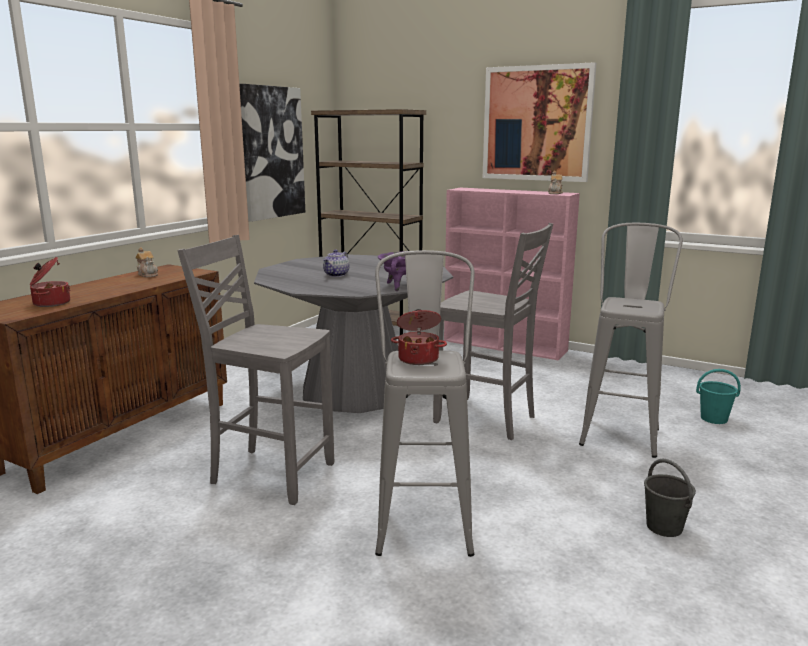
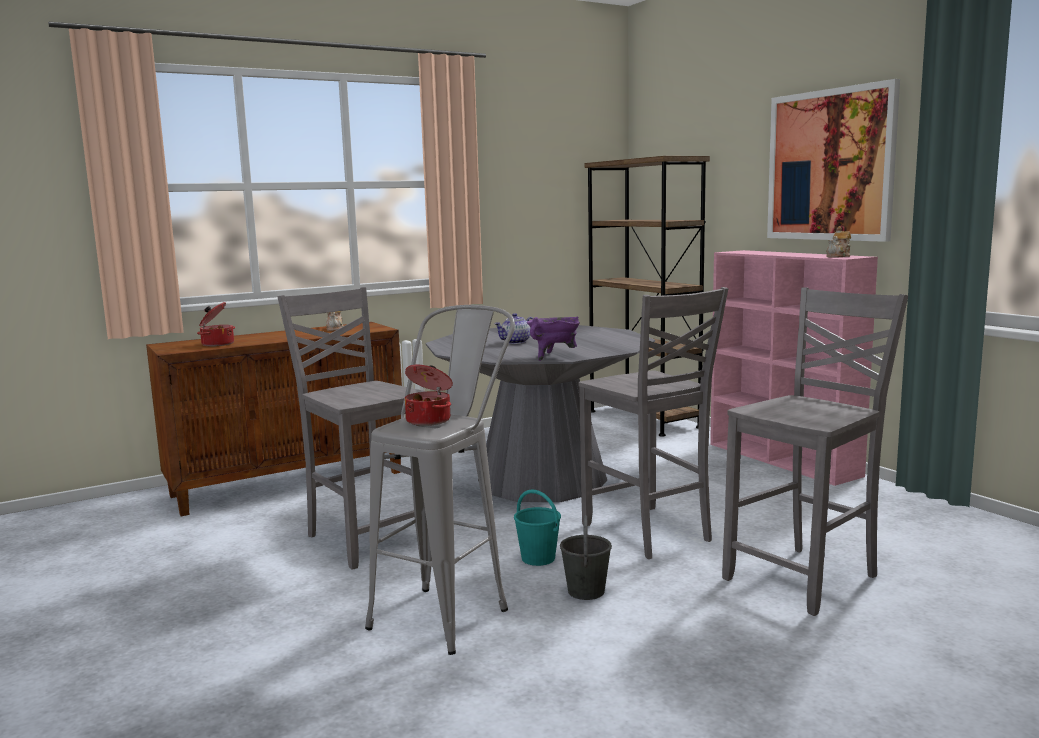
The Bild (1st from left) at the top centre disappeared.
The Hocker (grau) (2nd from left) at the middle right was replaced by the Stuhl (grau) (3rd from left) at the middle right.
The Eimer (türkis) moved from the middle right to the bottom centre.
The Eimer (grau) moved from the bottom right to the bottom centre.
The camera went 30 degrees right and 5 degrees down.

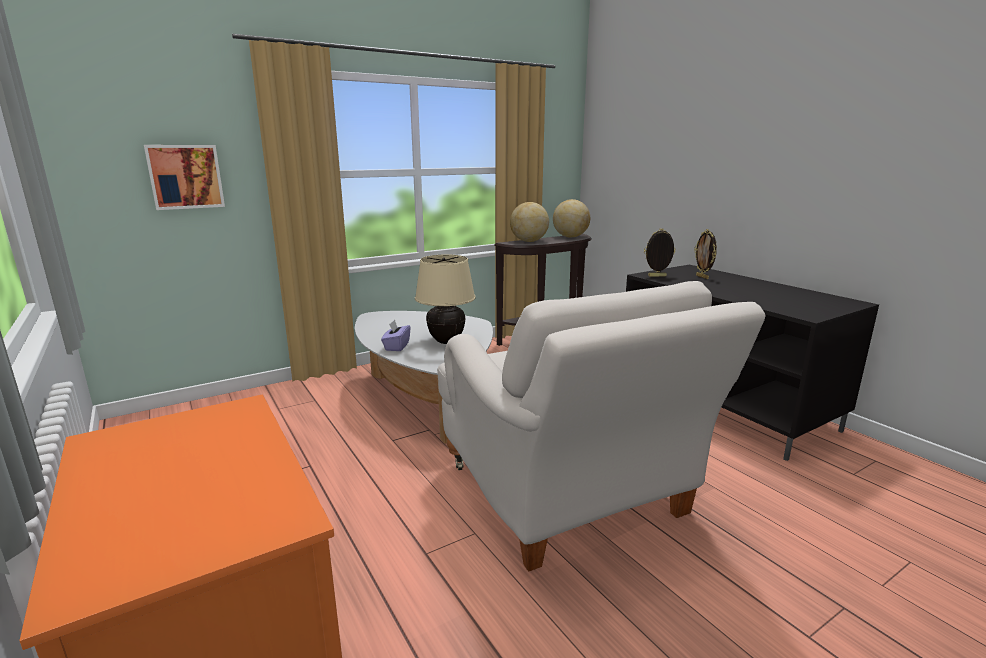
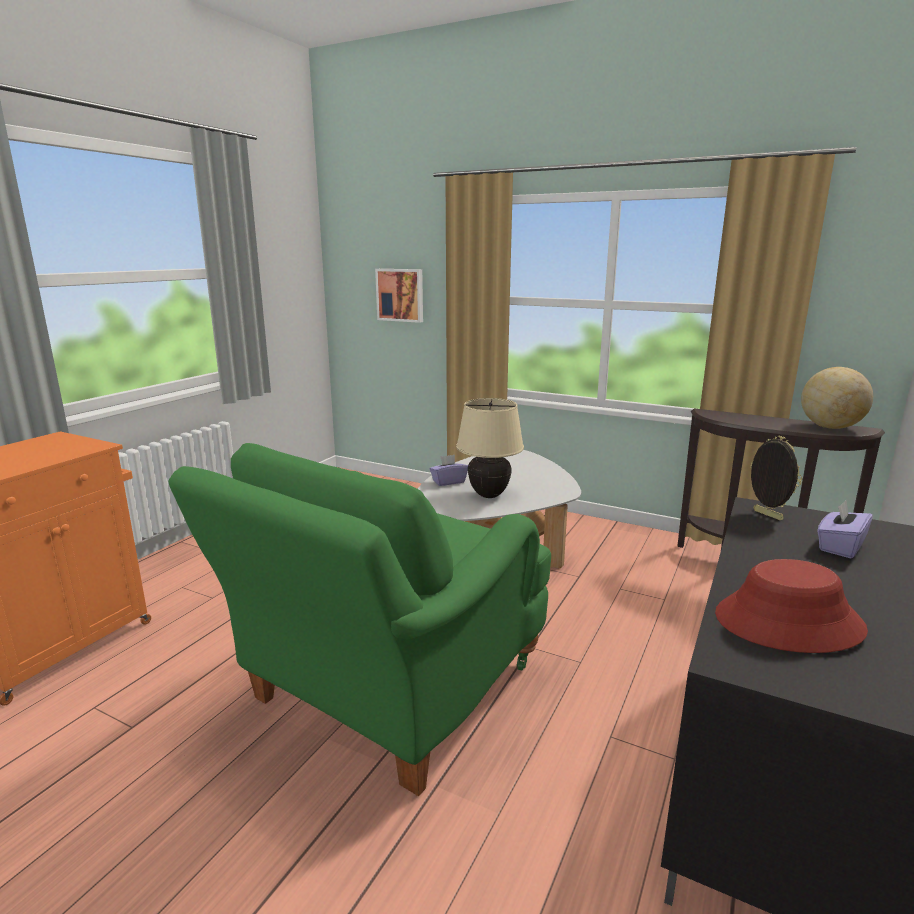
The Globus (1st from left) at the centre disappeared.
The Bilderrahmen (2nd from left) at the middle right was replaced by the Taschentuchbox (lila) (2nd from left) at the middle right.
The Sessel (weiß) at the centre became the Sessel (grün) at the bottom centre.
The Hut (rot) at the middle right appeared.
The camera went 60 degrees right and 0 degrees up.

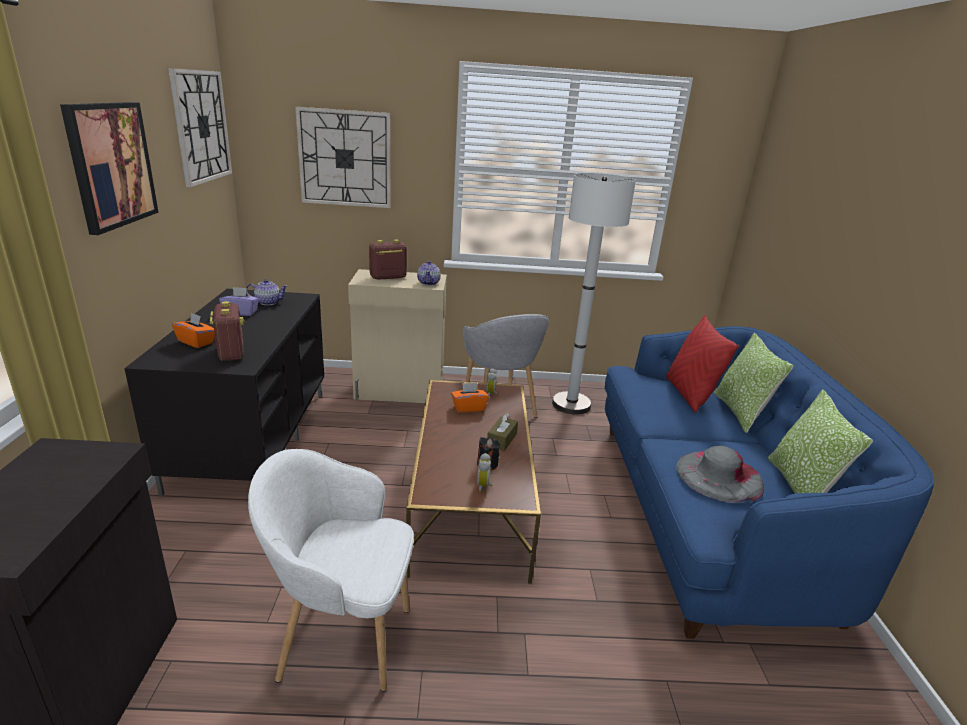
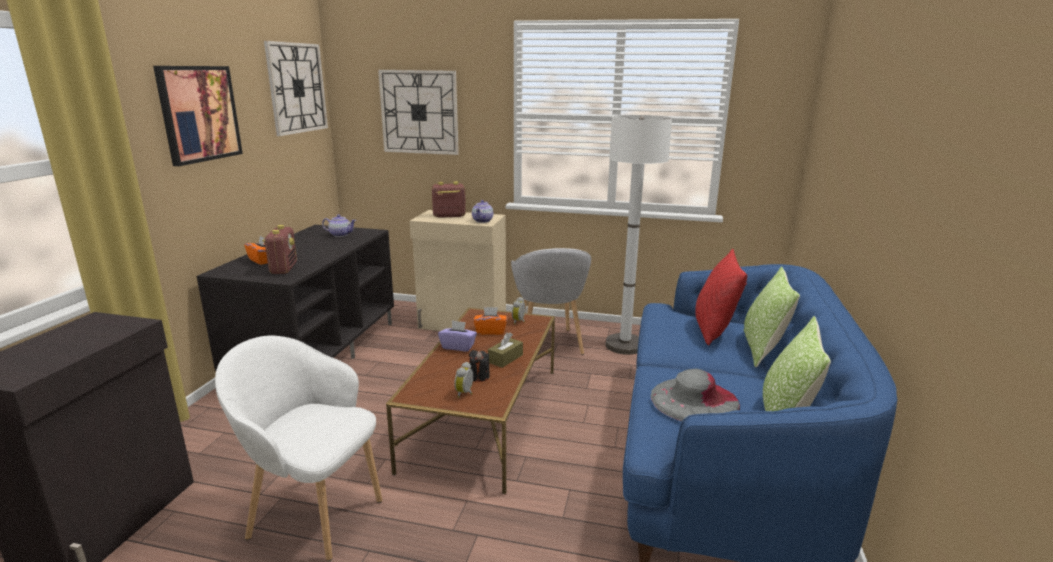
The Taschentuchbox (lila) moved from the middle left to the centre.
The camera went 15 degrees right and 5 degrees down.

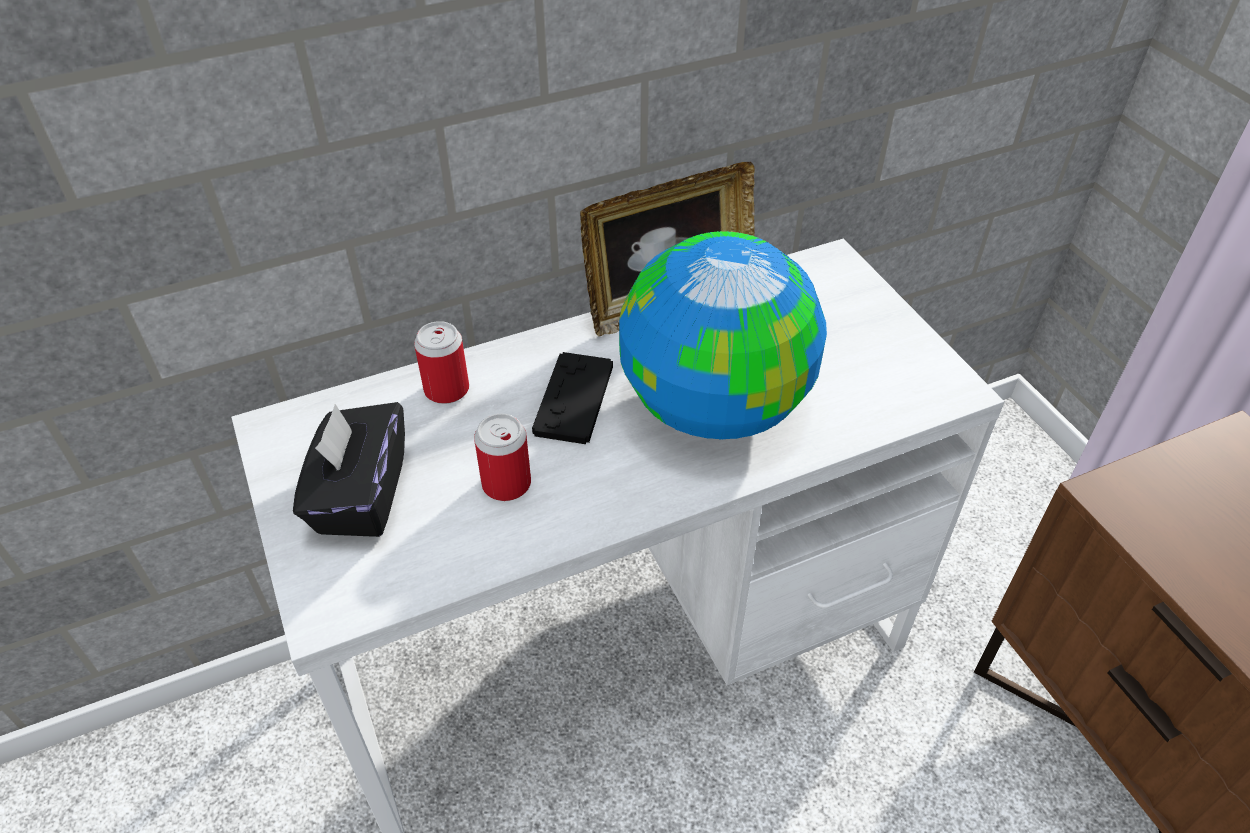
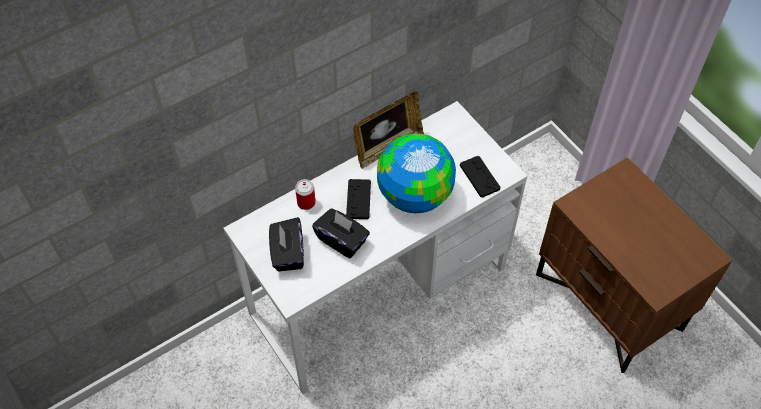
The Dose (2nd from left) at the centre was replaced by the Taschentuchbox (schwarz) (2nd from left) at the centre.
The Gamepad (schwarz) (2nd from left) at the centre appeared.
The camera went 10 degrees left and 10 degrees up.

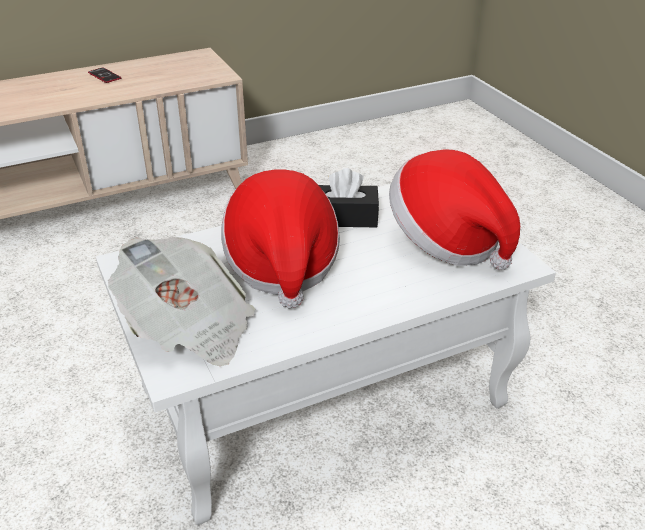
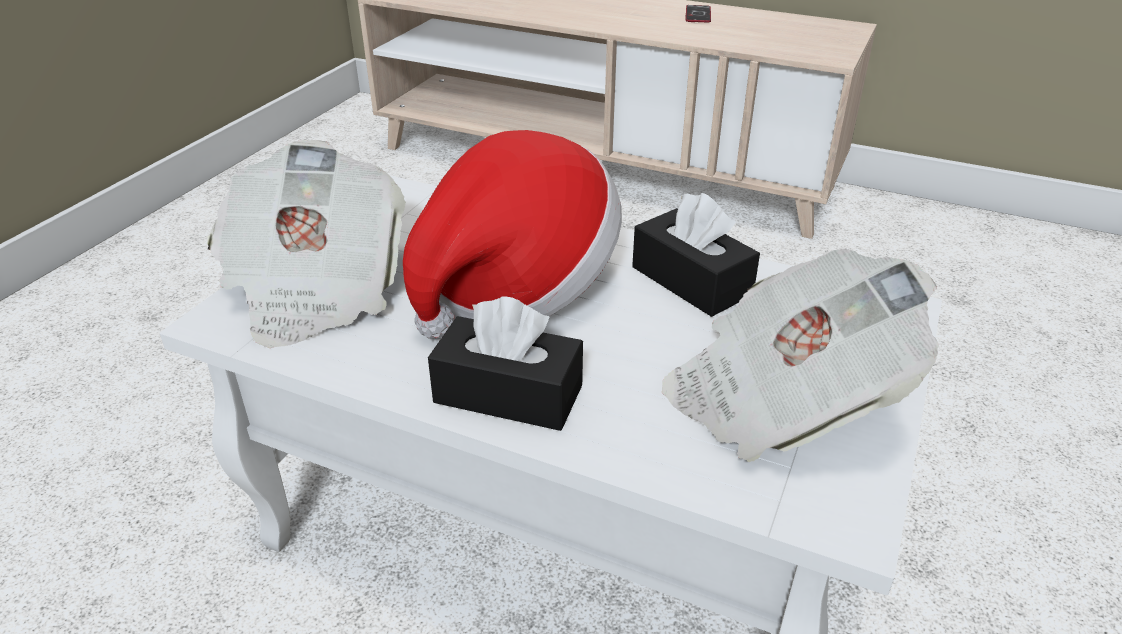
The Hut (2nd from left) at the middle right was replaced by the Zeitung (2nd from left) at the middle right.
The Taschentuchbox (schwarz) (1st from left) at the centre appeared.
The camera went 50 degrees right and 0 degrees up.

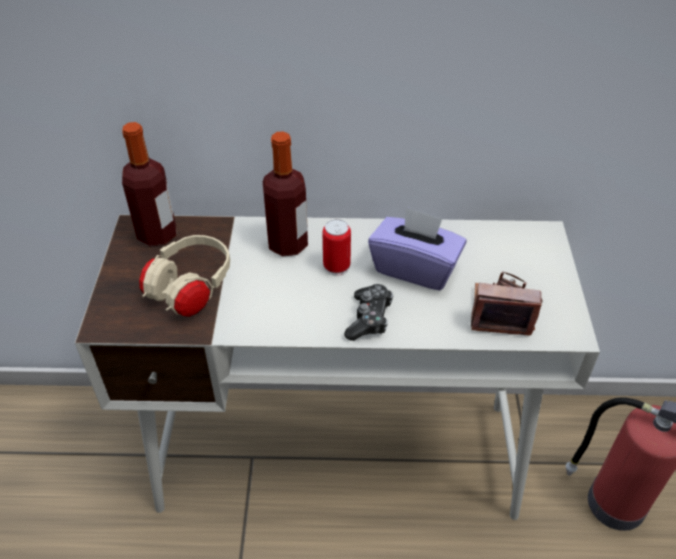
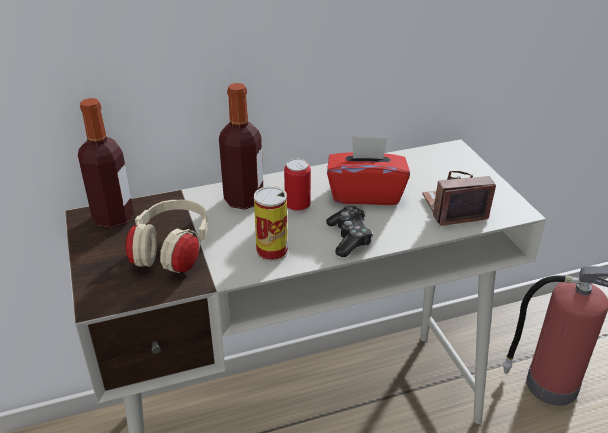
The Taschentuchbox (lila) at the centre became the Taschentuchbox (rot) at the centre.
The Dose (1st from left) at the centre appeared.
The camera went 20 degrees left and 10 degrees down.

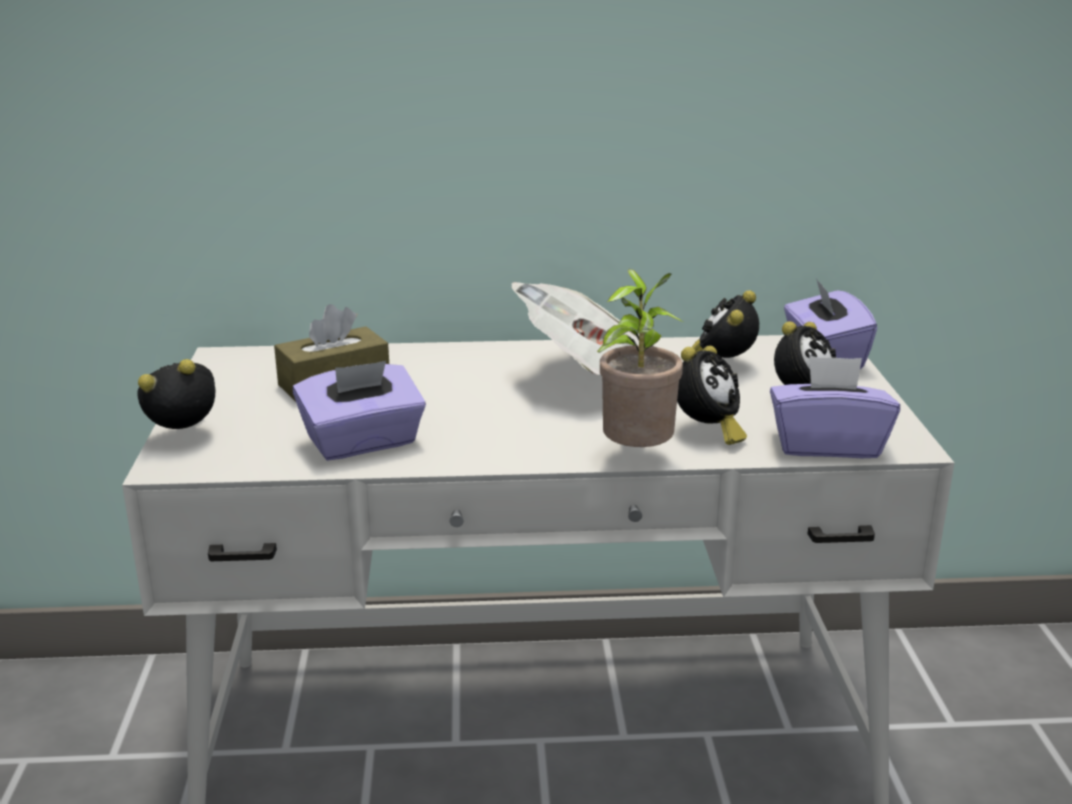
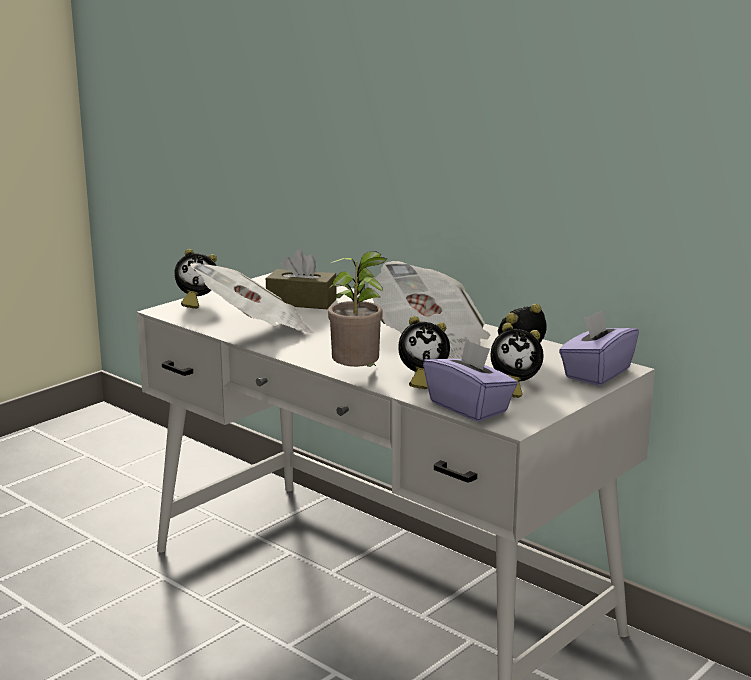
The Wecker (1st from left) at the middle left turned 150 degrees clockwise.
The Taschentuchbox (lila) (1st from left) at the centre was replaced by the Zeitung (1st from left) at the centre.
The camera went 45 degrees right and 5 degrees down.

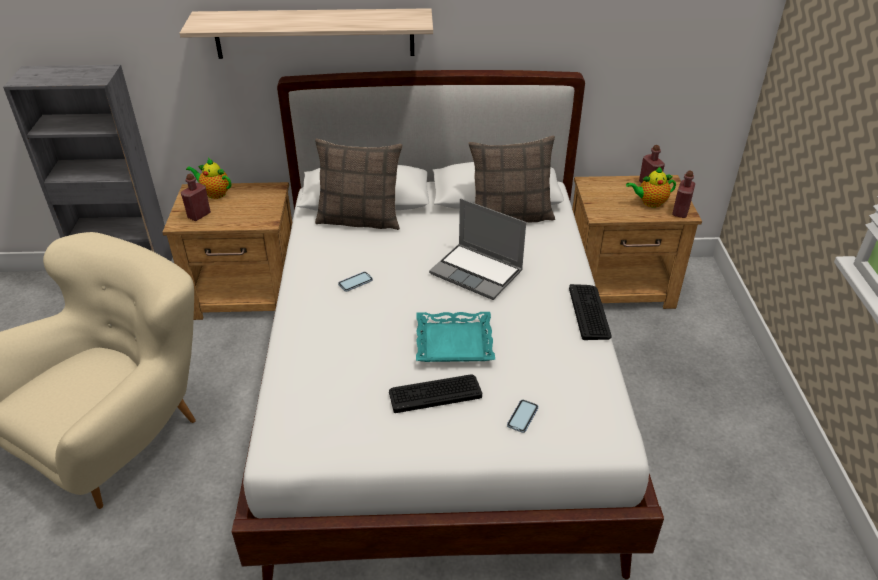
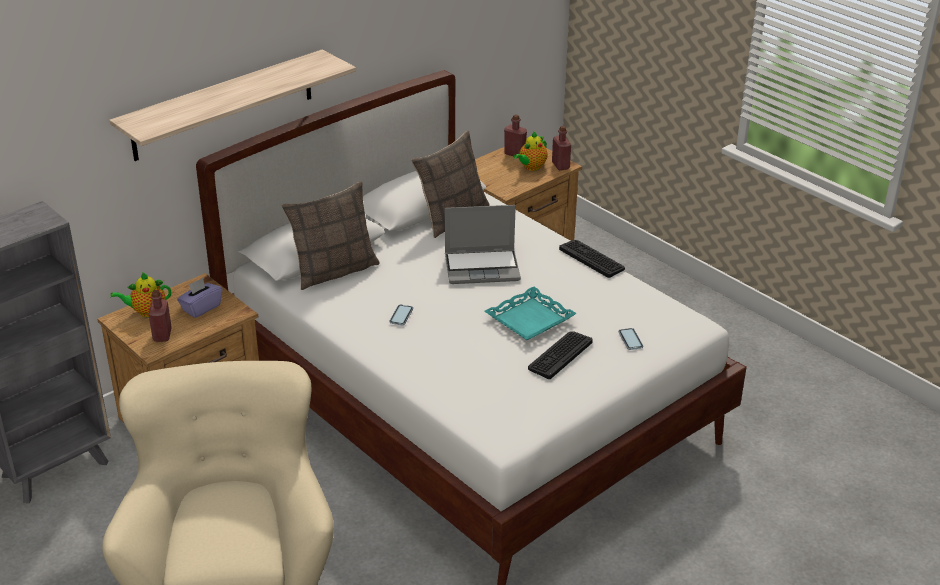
The Taschentuchbox (lila) at the middle left appeared.
The camera went 40 degrees left and 5 degrees down.

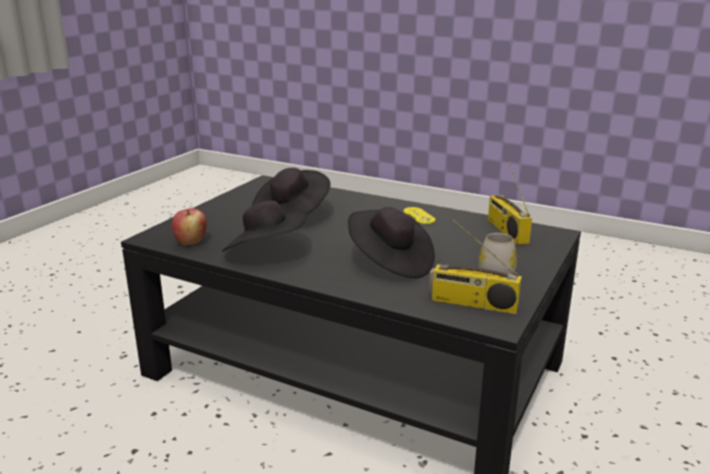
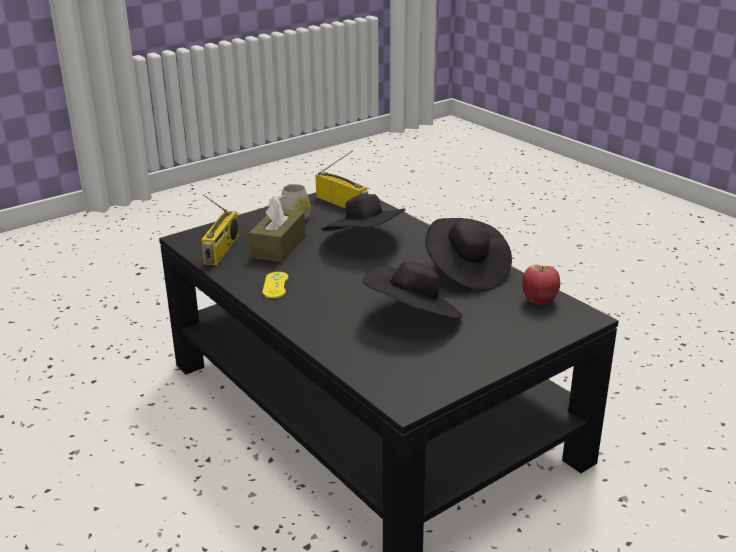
The Taschentuchbox (braun) at the centre appeared.
The camera went 155 degrees left and 5 degrees up.

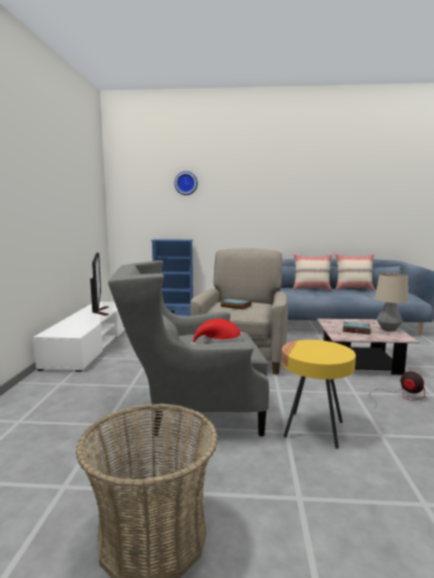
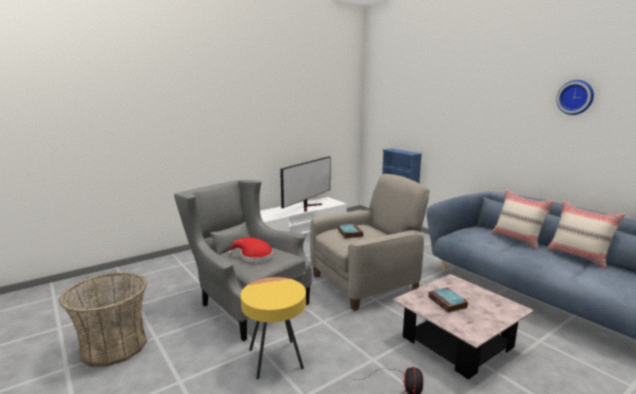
The Wanduhr moved from the top centre to the top right.
The Tischlampe at the middle right disappeared.
The camera went 50 degrees right and 5 degrees up.

